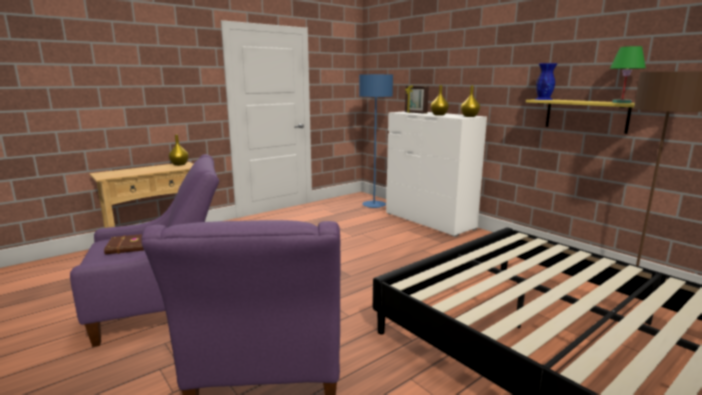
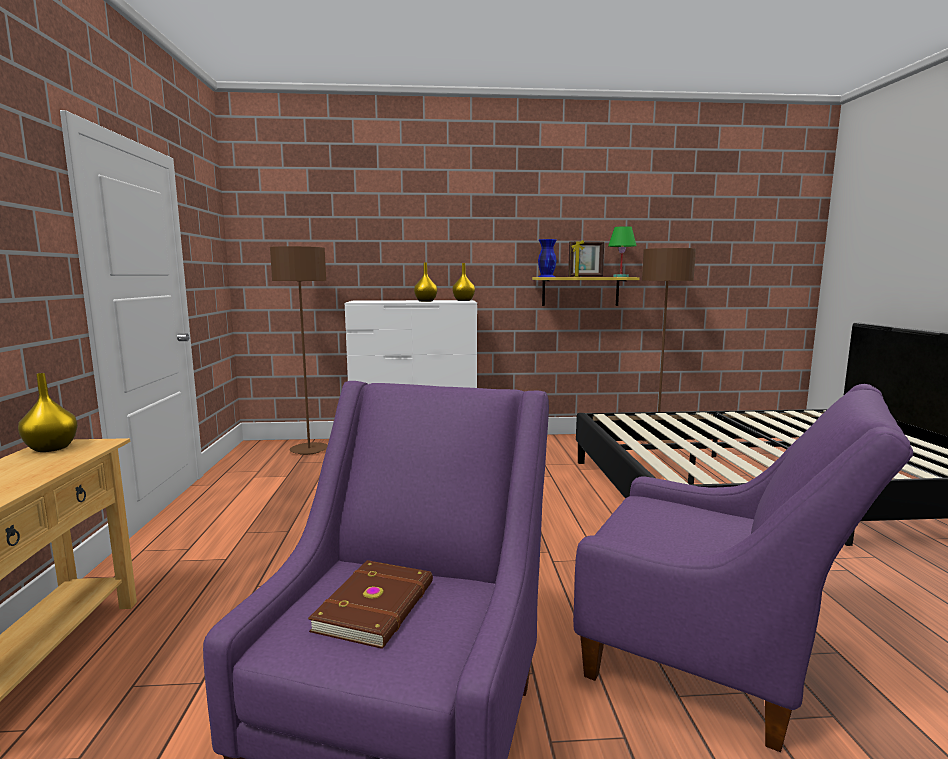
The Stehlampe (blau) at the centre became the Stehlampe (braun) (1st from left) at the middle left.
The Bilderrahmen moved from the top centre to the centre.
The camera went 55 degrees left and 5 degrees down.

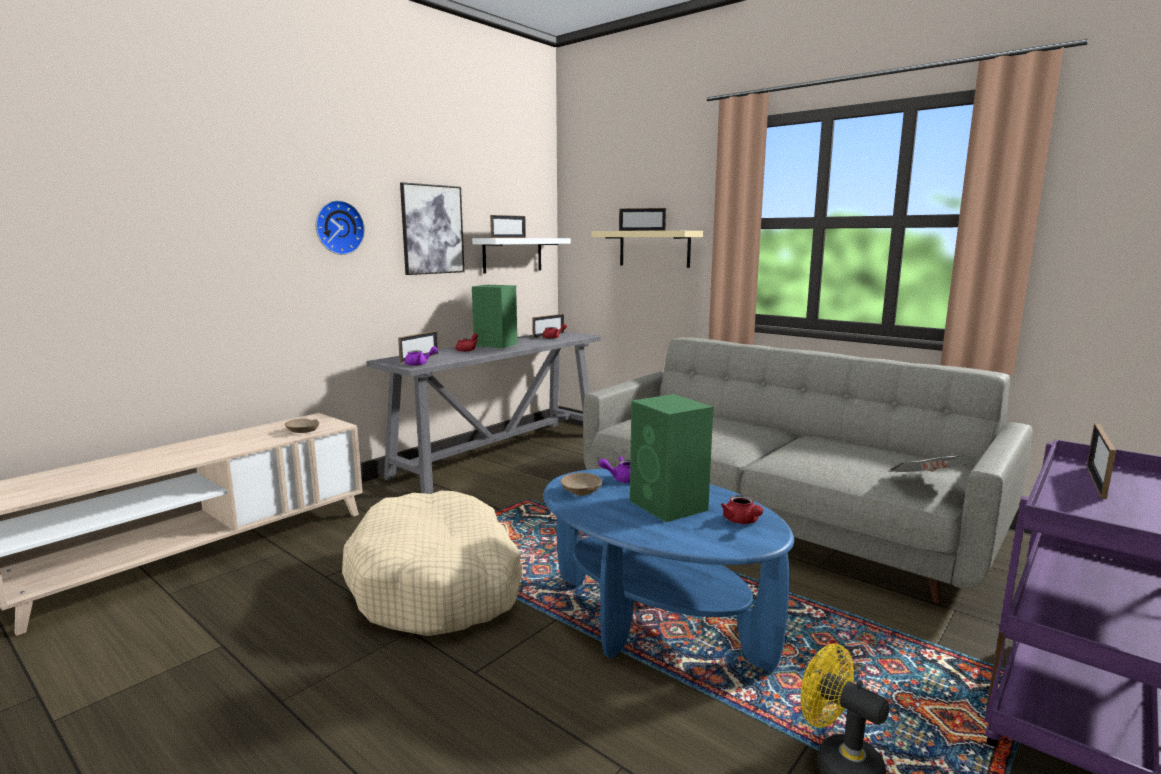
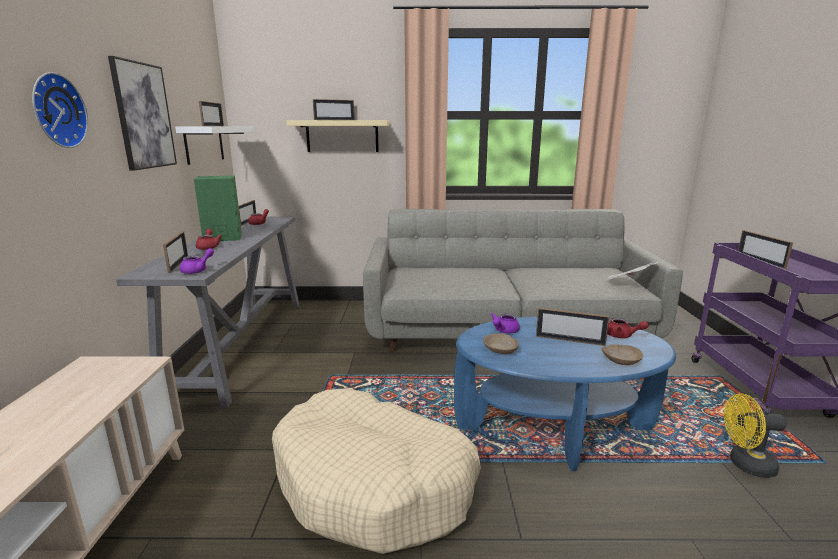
The Lautsprecher (grün) (2nd from left) at the centre was replaced by the Bilderrahmen (5th from left) at the middle right.
The Schüssel (beige) (1st from left in the first image) moved from the middle left to the middle right.
The camera went 40 degrees left and 5 degrees up.

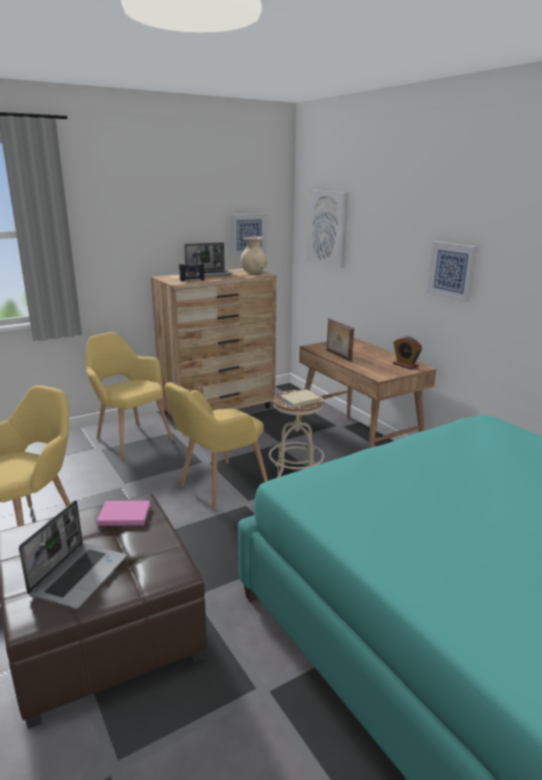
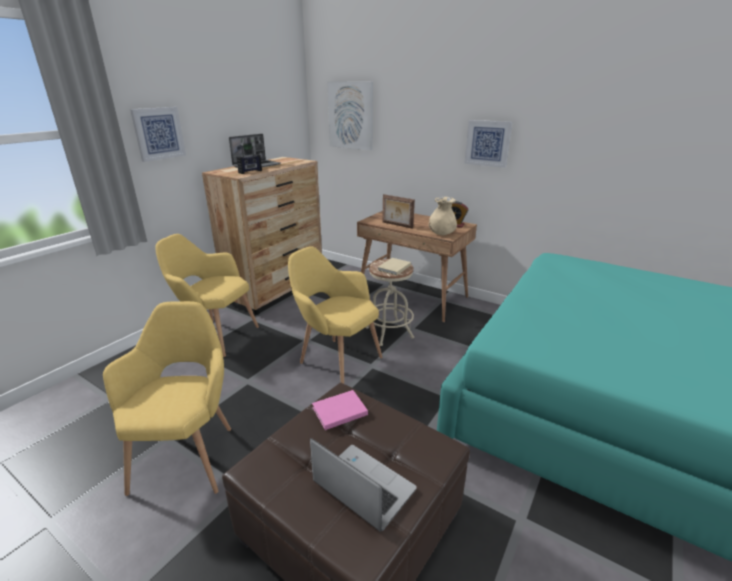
The Bild (1st from left) moved from the top centre to the top left.
The Vase (beige) moved from the top centre to the centre.
The Sessel (gelb) (3rd from left) at the centre turned 105 degrees clockwise.
The Laptop (1st from left in the first image) at the bottom left turned 45 degrees counterclockwise.
The camera went 25 degrees left and 5 degrees up.

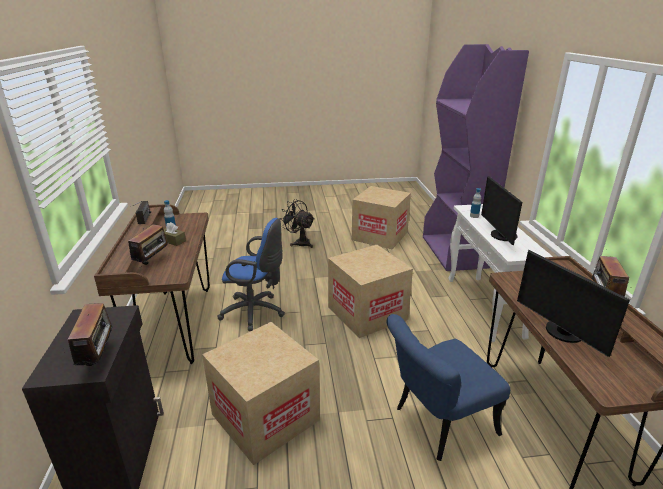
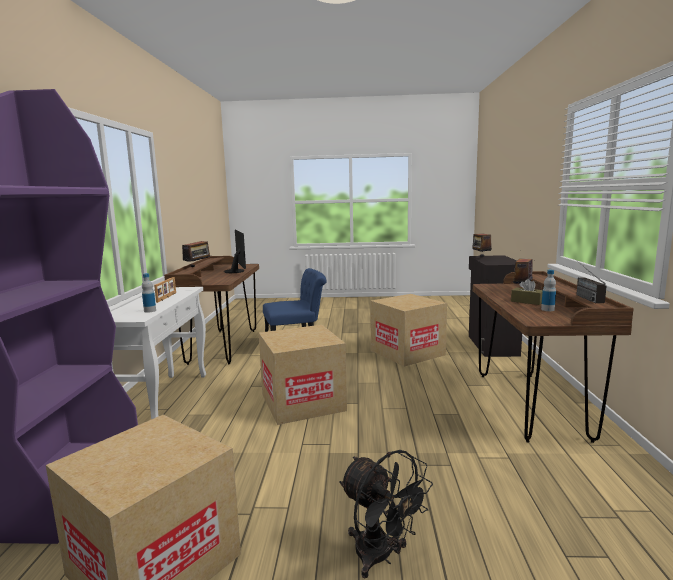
The Monitor (1st from left) at the middle right was replaced by the Bilderrahmen at the middle left.
The Bürostuhl (blau) at the centre disappeared.
The camera went 170 degrees left and 15 degrees down.

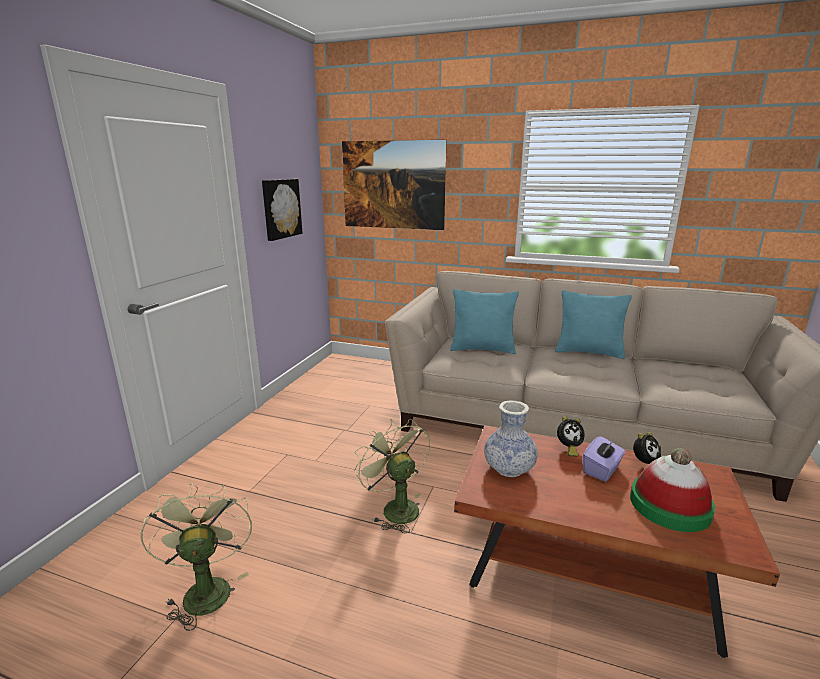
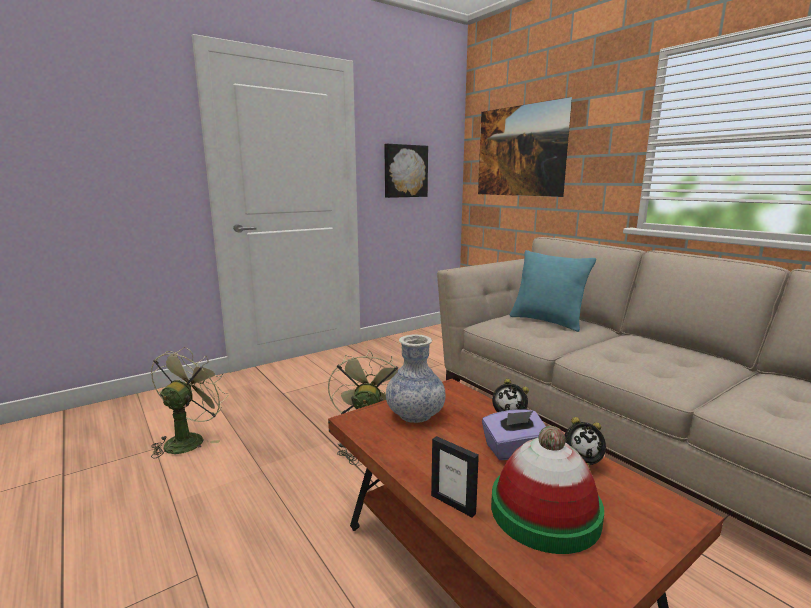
The Kissen (türkis) (2nd from left) at the middle right disappeared.
The Bilderrahmen at the bottom centre appeared.
The camera went 35 degrees right and 5 degrees down.

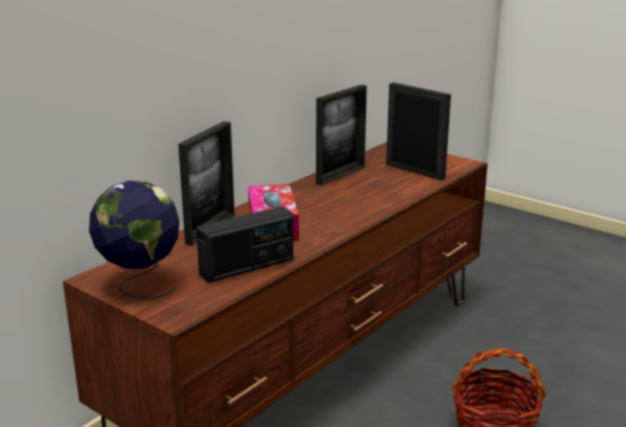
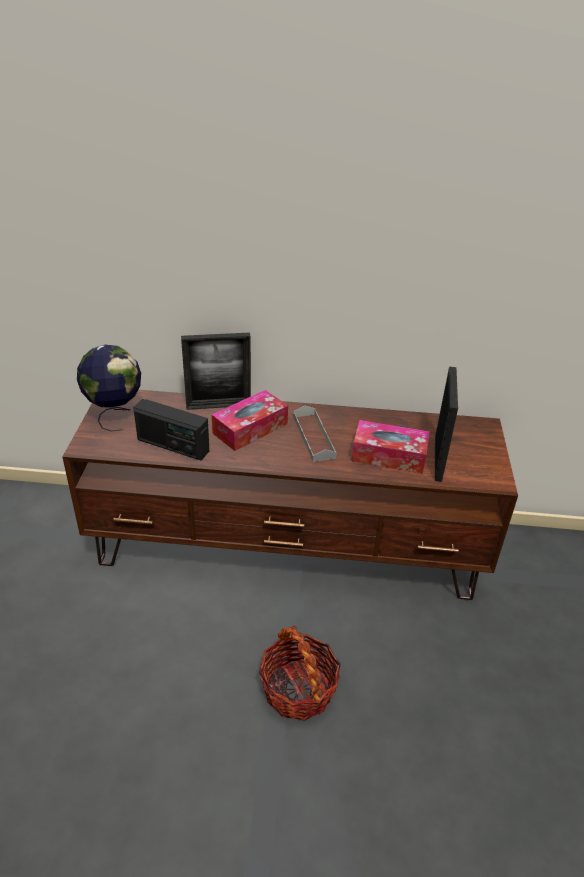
The Bilderrahmen (2nd from left) at the top centre disappeared.
The Tablett (grau) at the centre appeared.
The Taschentuchbox (2nd from left) at the middle right appeared.
The camera went 55 degrees right and 15 degrees up.

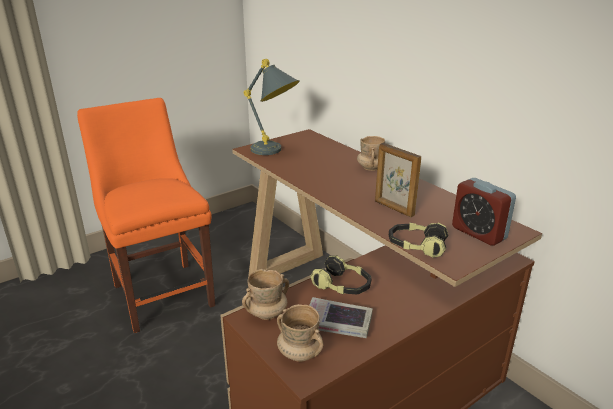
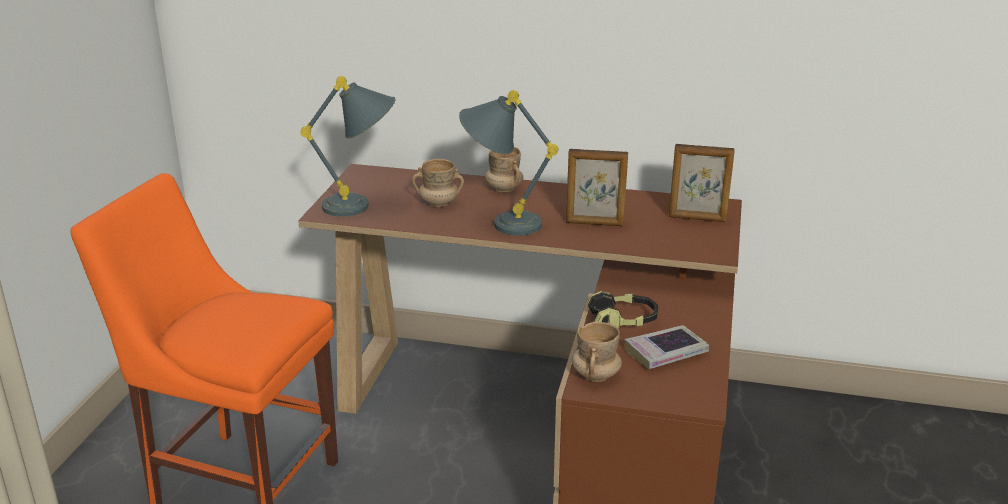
The Wecker at the middle right was replaced by the Bilderrahmen (2nd from left) at the middle right.
The Kopfhörer (2nd from left) at the middle right disappeared.
The Henkelbecher (beige) (2nd from left in the first image) moved from the bottom centre to the centre.
The Tischlampe (grau) (2nd from left) at the top centre appeared.
The camera went 40 degrees left and 0 degrees up.

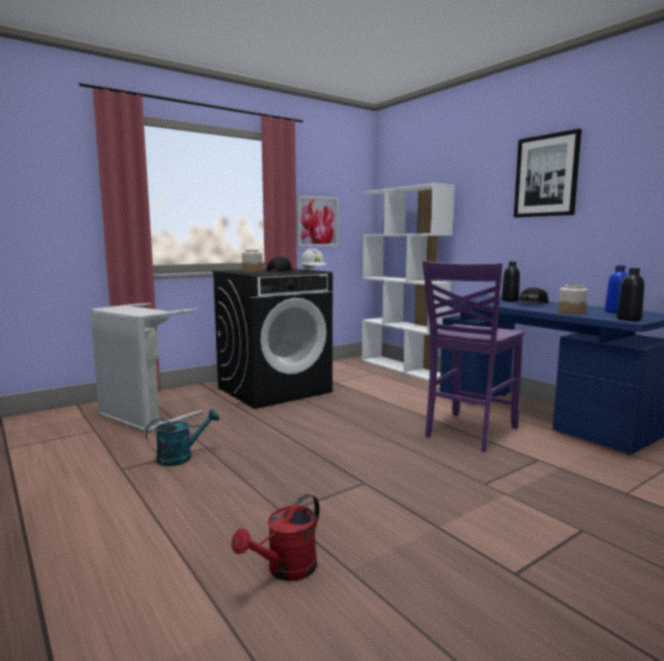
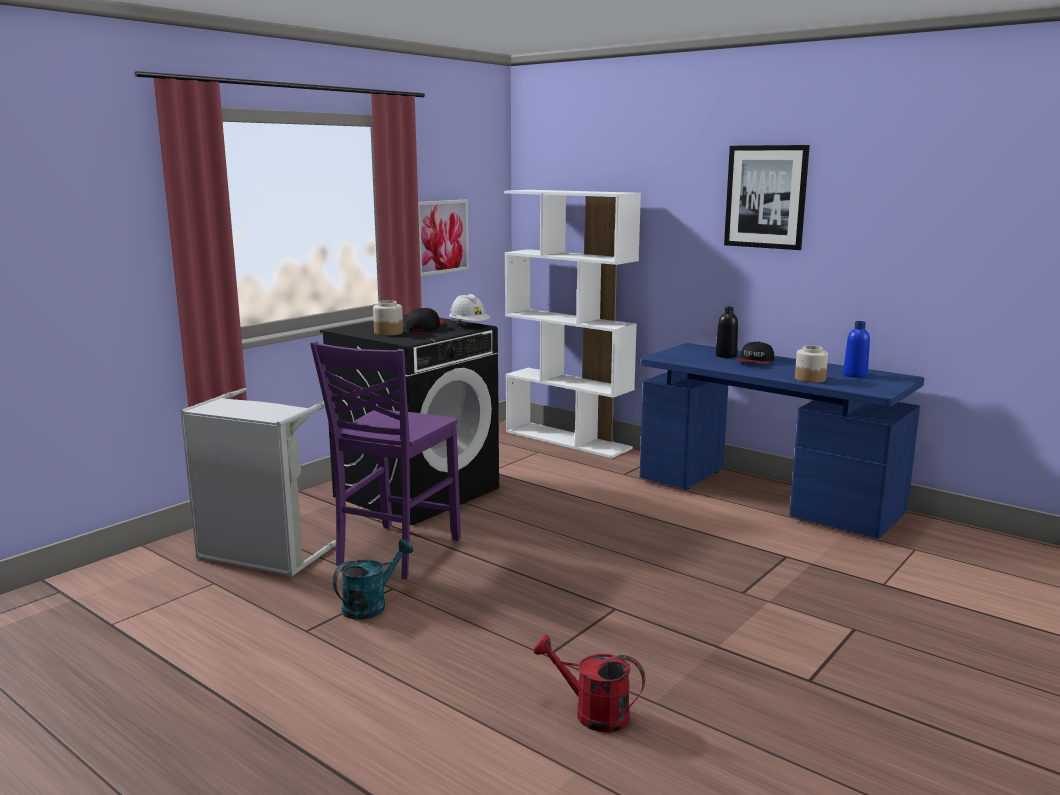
The Stuhl (lila) moved from the middle right to the centre.
The Flasche (schwarz) (2nd from left) at the middle right disappeared.
The Gießkanne (rot) at the bottom centre turned 90 degrees clockwise.
The camera went 15 degrees left and 5 degrees up.

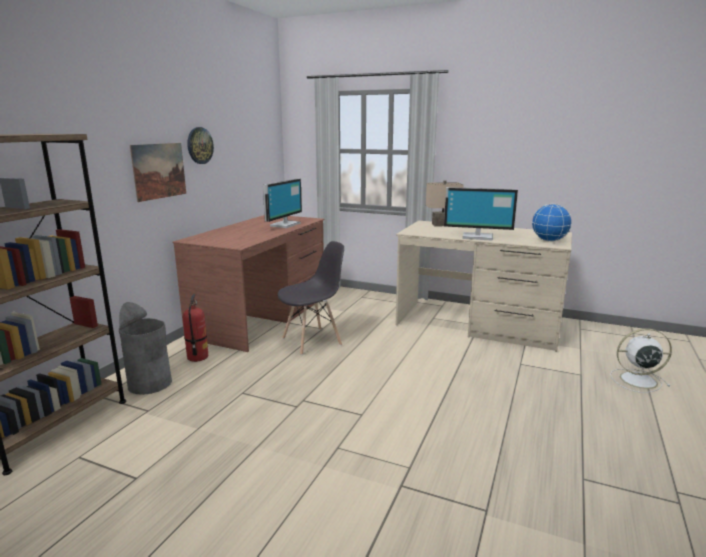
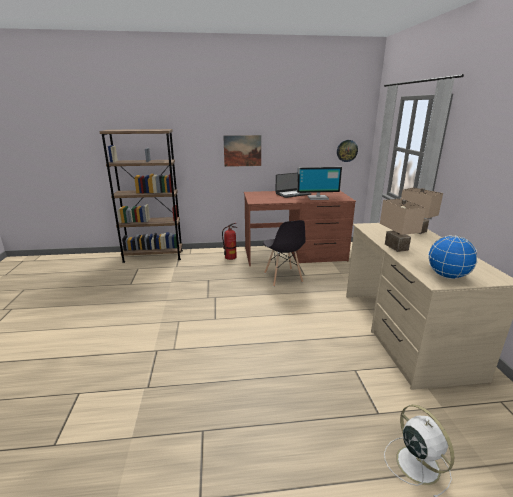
The Wanduhr moved from the top left to the top right.
The Monitor (2nd from left) at the middle right was replaced by the Tischlampe (beige) (1st from left) at the middle right.
The Stuhl (grau) at the centre turned 45 degrees clockwise.
The Mülleimer (grau) at the middle left disappeared.
The Laptop at the centre appeared.
The camera went 60 degrees right and 5 degrees up.

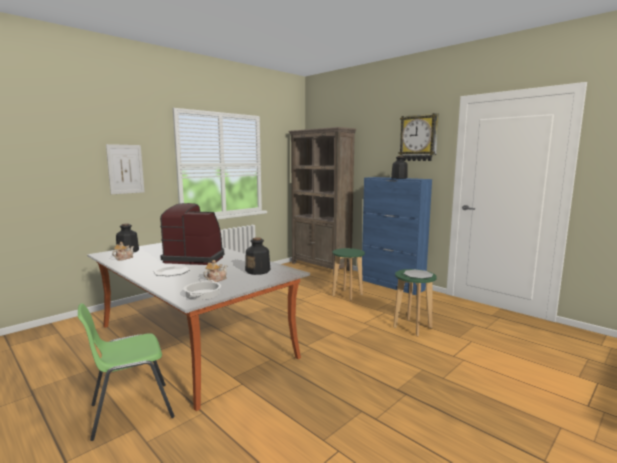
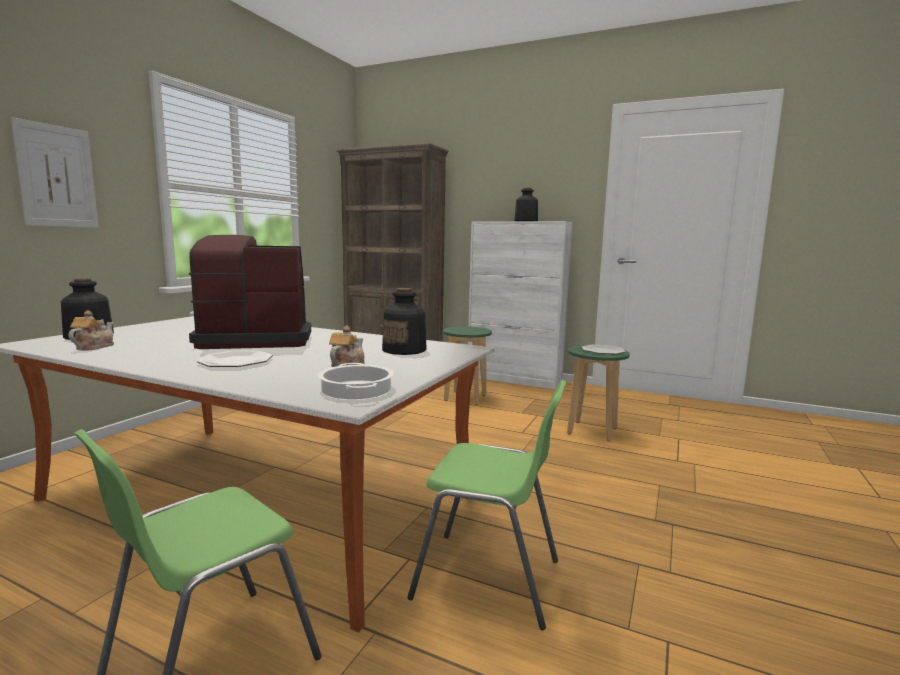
The Wanduhr at the top right disappeared.
The Schrank (blau) at the centre became the Schrank (weiß) at the centre.
The Stuhl (grün) (2nd from left) at the bottom centre appeared.
The camera went 20 degrees left and 0 degrees up.

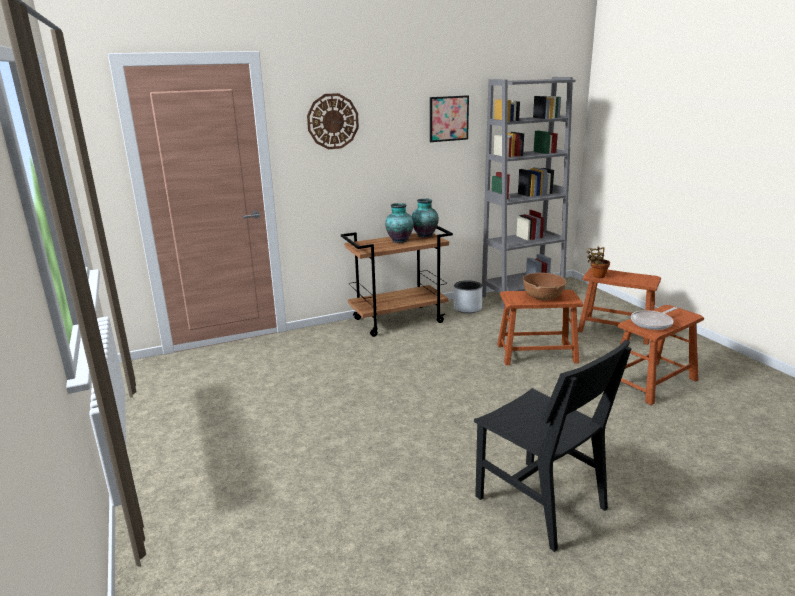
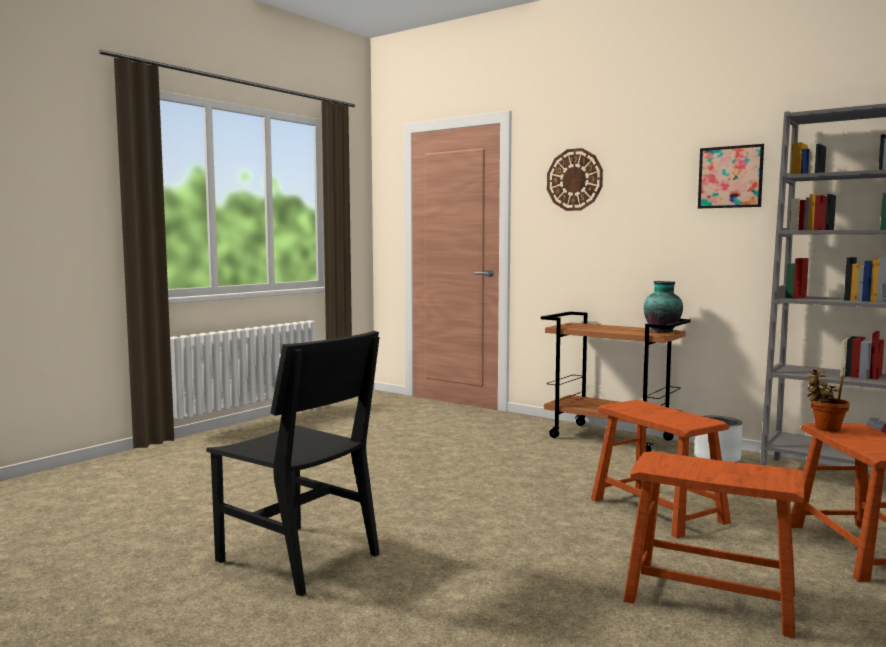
The Vase (1st from left) at the centre disappeared.
The Schüssel (braun) at the middle right disappeared.
The Pfanne at the middle right disappeared.
The Stuhl (schwarz) at the bottom right turned 75 degrees counterclockwise.
The camera went 60 degrees right and 15 degrees down.

